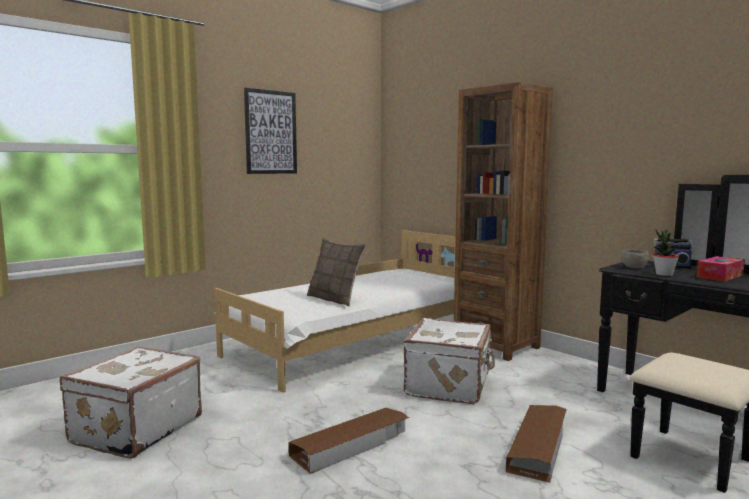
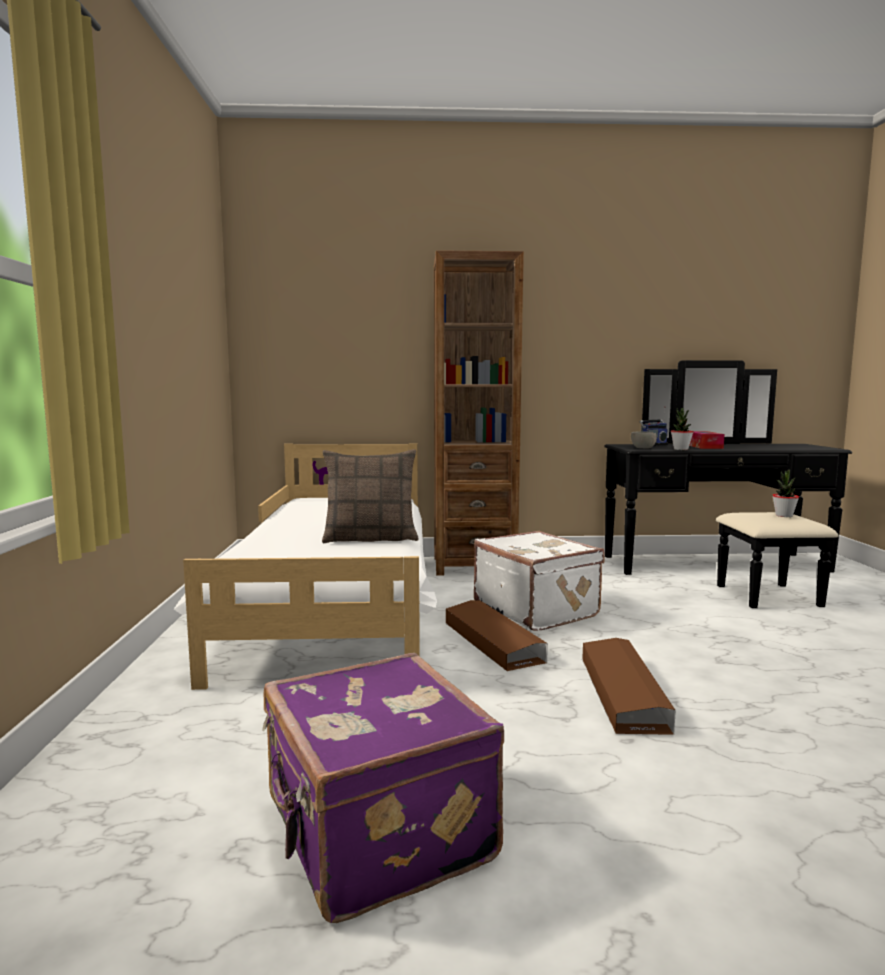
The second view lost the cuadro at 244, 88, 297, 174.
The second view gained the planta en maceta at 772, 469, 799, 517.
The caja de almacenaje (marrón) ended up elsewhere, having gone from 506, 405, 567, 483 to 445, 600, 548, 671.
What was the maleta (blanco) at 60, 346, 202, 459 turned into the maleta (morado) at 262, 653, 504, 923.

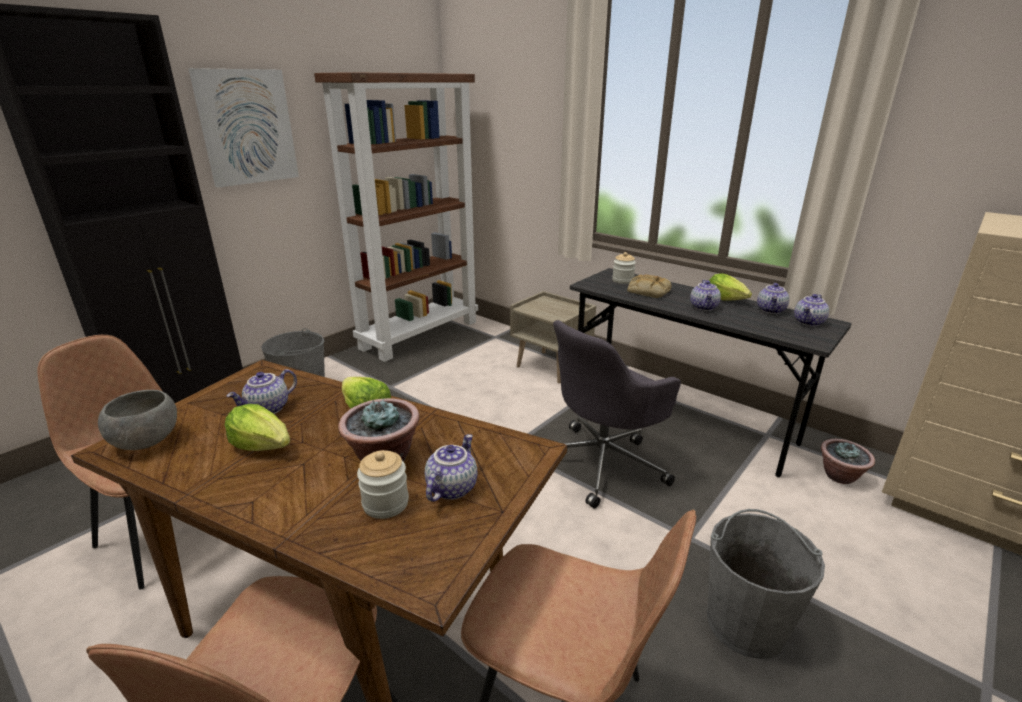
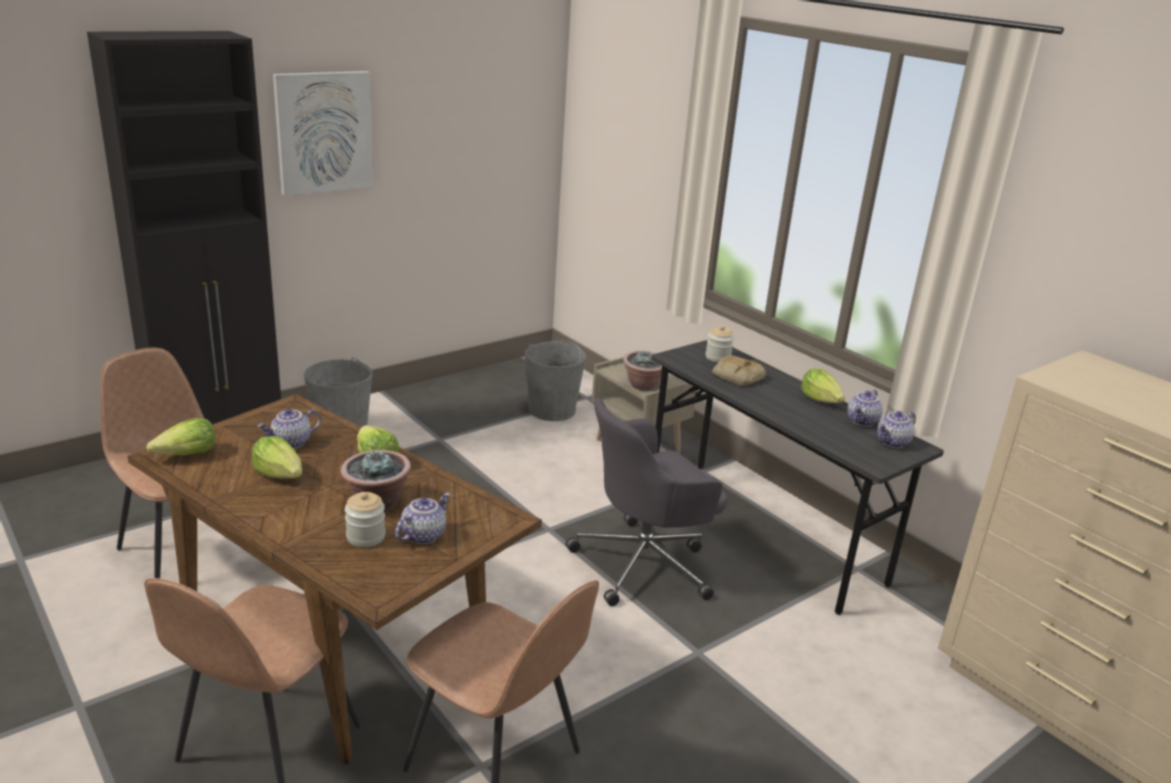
The second view lost the estantería (marrón) at 314, 72, 478, 362.
The second view lost the tetera at 690, 280, 721, 311.
The cubo (gris) ended up elsewhere, having gone from 707, 509, 825, 659 to 525, 341, 586, 421.
The planta en maceta ended up elsewhere, having gone from 821, 439, 875, 484 to 623, 351, 662, 390.
Where the cuenco (gris) stood at 98, 390, 177, 450, the lechuga came to stand at 147, 418, 216, 455.

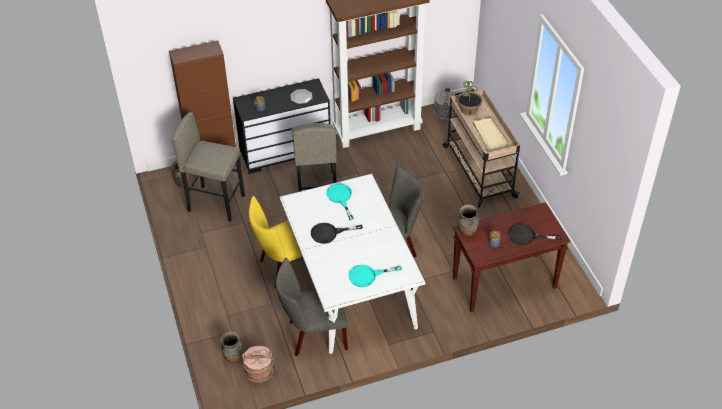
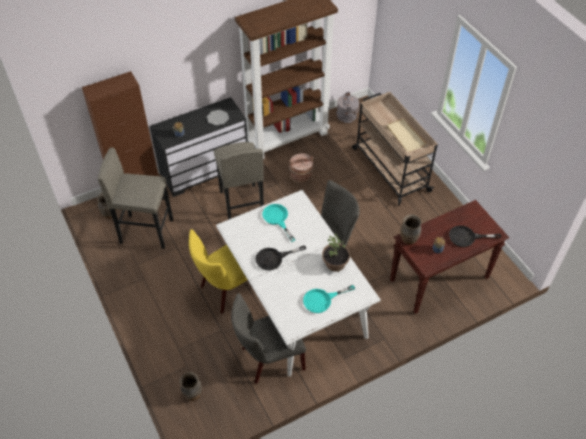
The cubo (marrón) ended up elsewhere, having gone from 242, 346, 274, 383 to 289, 153, 314, 183.
The planta en maceta ended up elsewhere, having gone from 457, 81, 482, 115 to 322, 234, 350, 272.

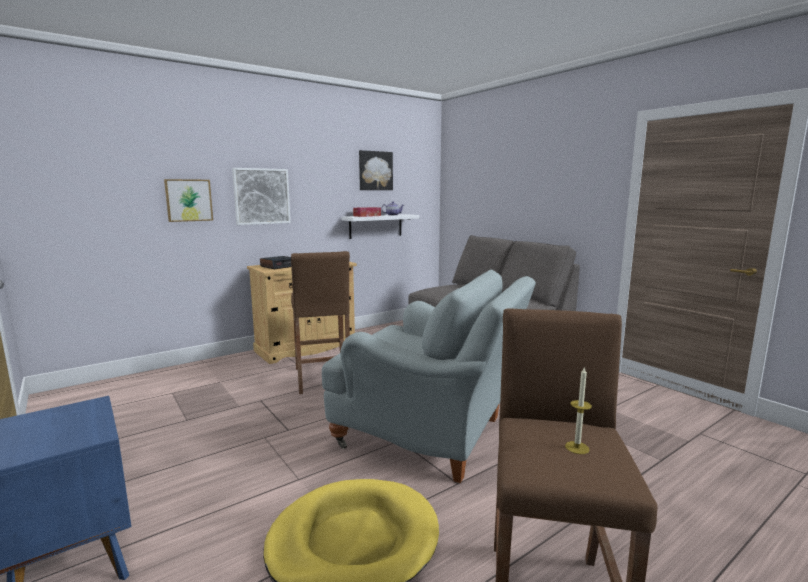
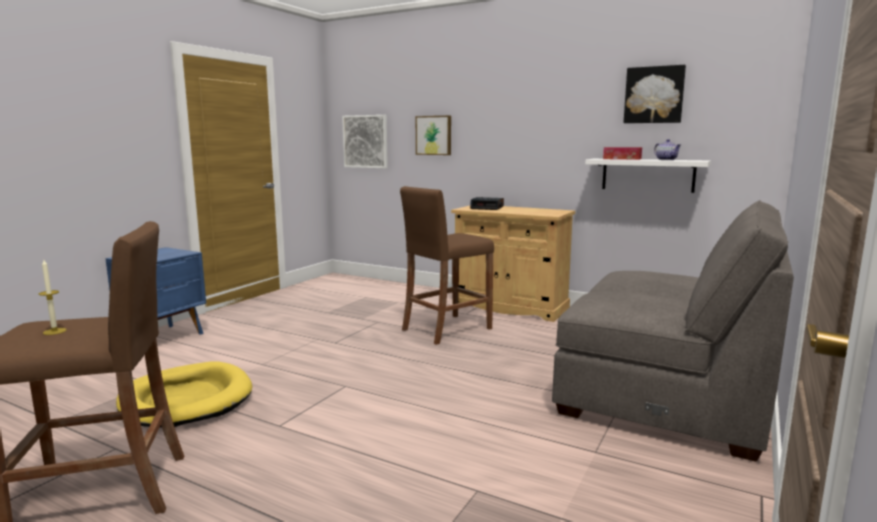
The second view lost the sillón (gris) at 322, 270, 536, 483.
The cuadro ended up elsewhere, having gone from 232, 168, 291, 225 to 342, 115, 388, 169.

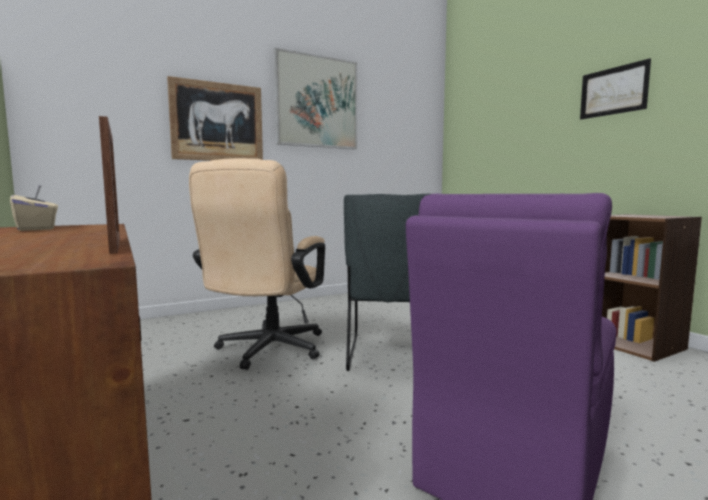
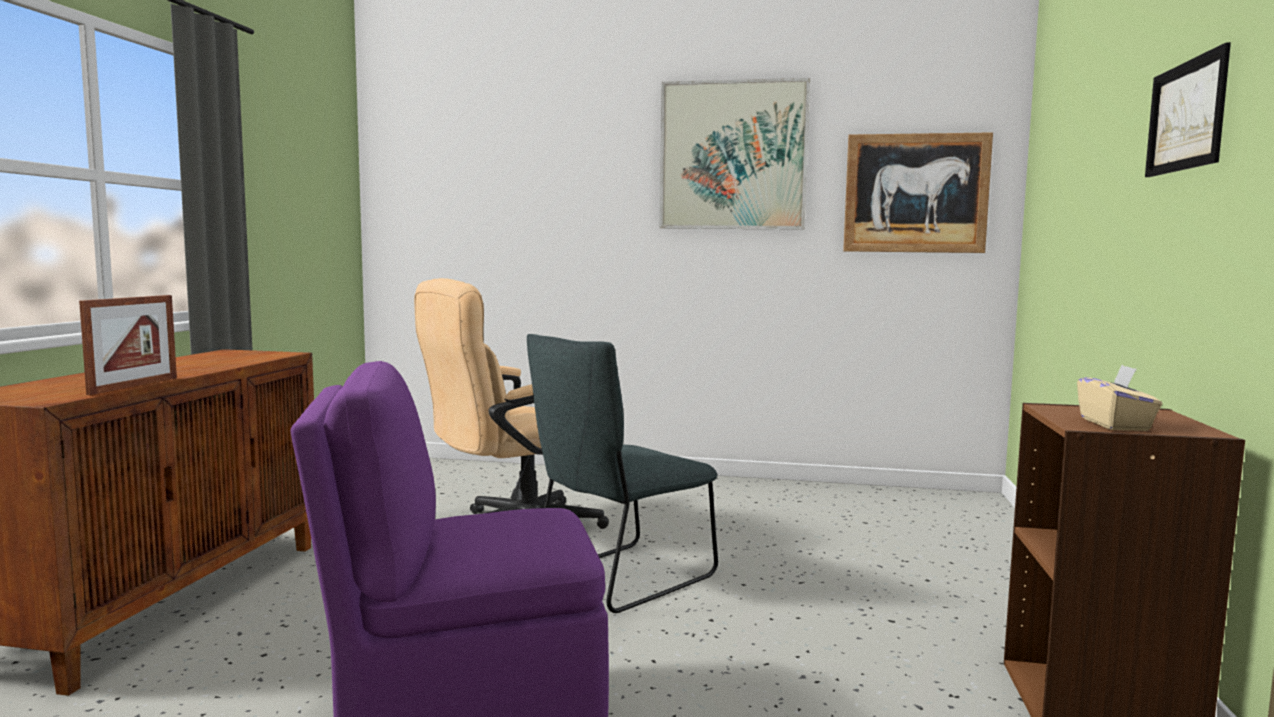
The caja de pañuelos (beis) ended up elsewhere, having gone from 10, 185, 58, 231 to 1077, 365, 1162, 431.
The cuadro ended up elsewhere, having gone from 167, 76, 263, 161 to 843, 132, 993, 253.

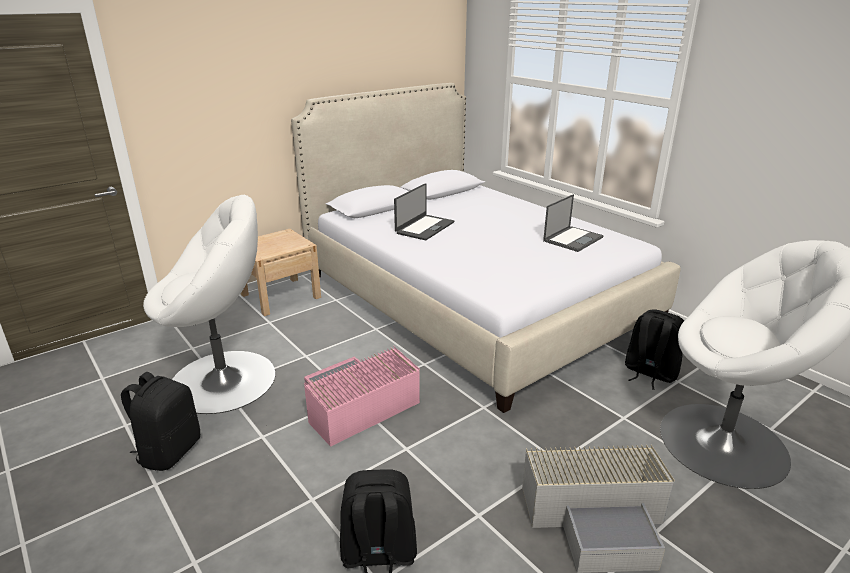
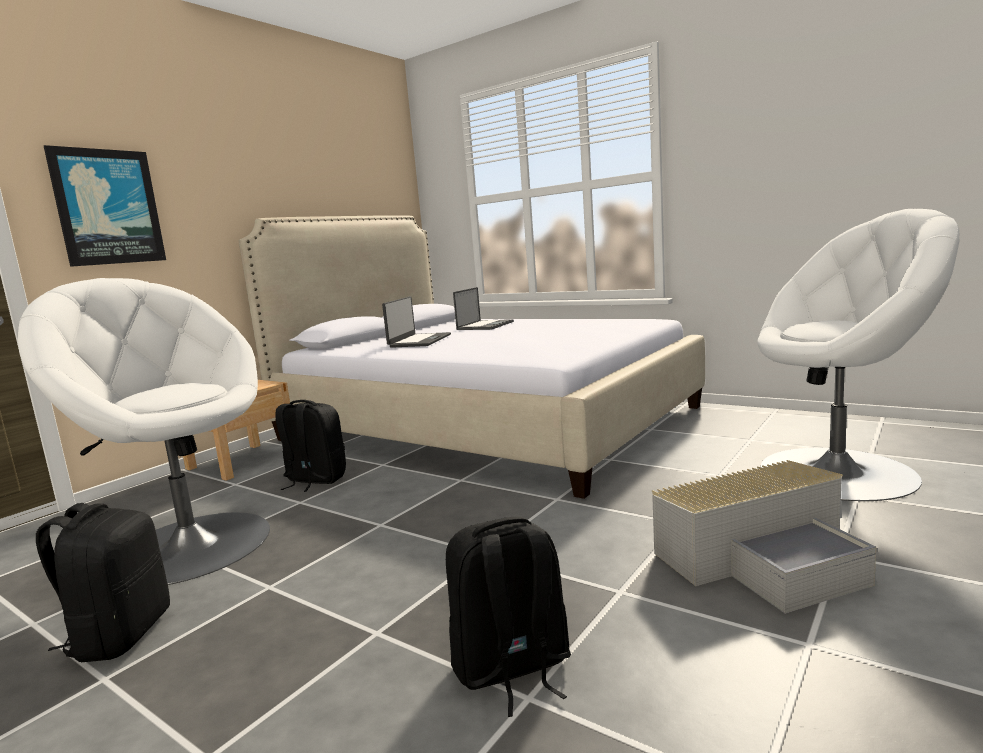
The second view lost the caja de almacenaje (rosa) at 304, 346, 420, 447.
The second view gained the cuadro at 44, 145, 166, 267.
The portátil ended up elsewhere, having gone from 543, 194, 604, 252 to 453, 287, 514, 330.
The mochila (negro) ended up elsewhere, having gone from 625, 309, 684, 390 to 275, 400, 346, 492.
The sillón (blanco) at 143, 195, 276, 414 ended up facing another way, 120 degrees counterclockwise from before.

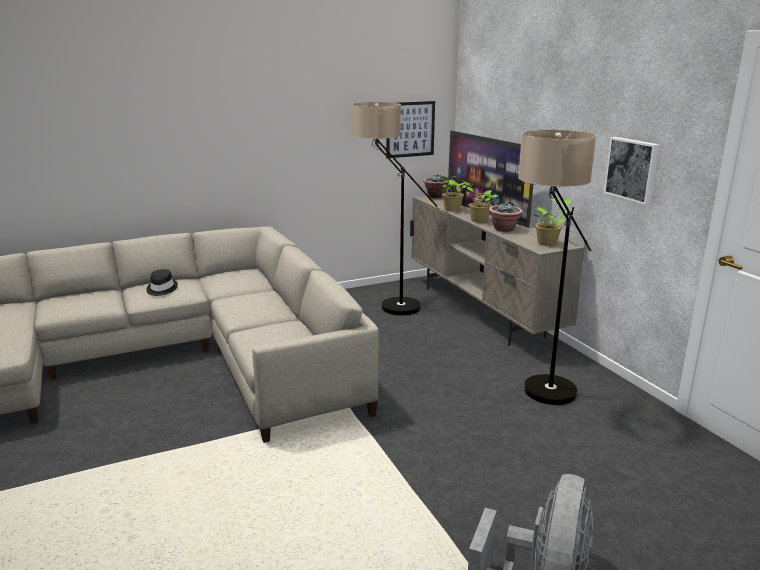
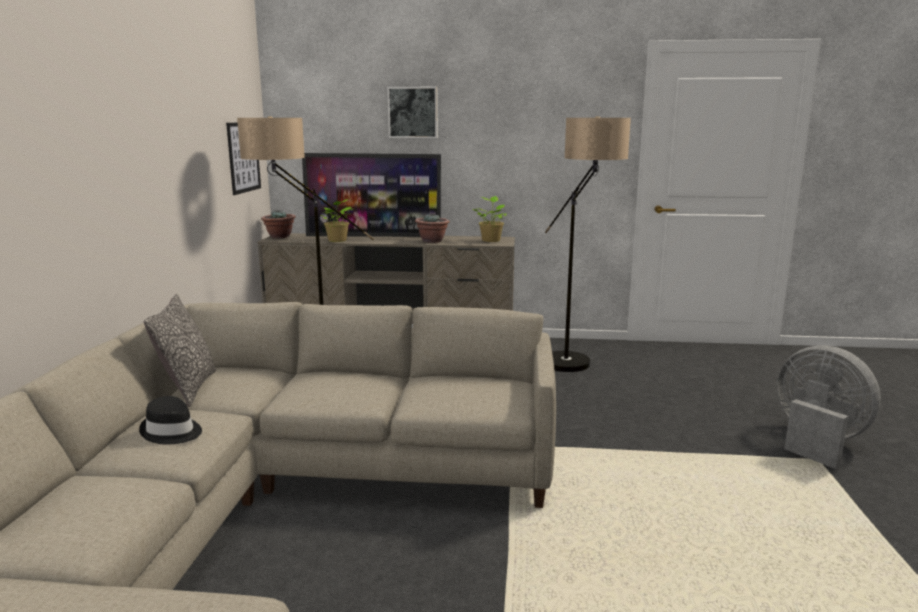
The second view lost the planta en maceta at 463, 181, 498, 223.
The second view gained the cojín at 144, 294, 216, 407.
The cuadro ended up elsewhere, having gone from 604, 137, 660, 205 to 387, 87, 438, 138.

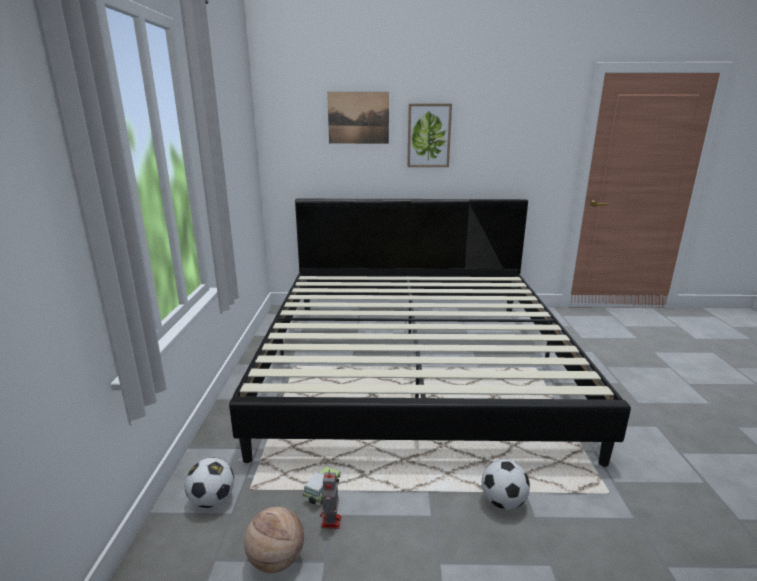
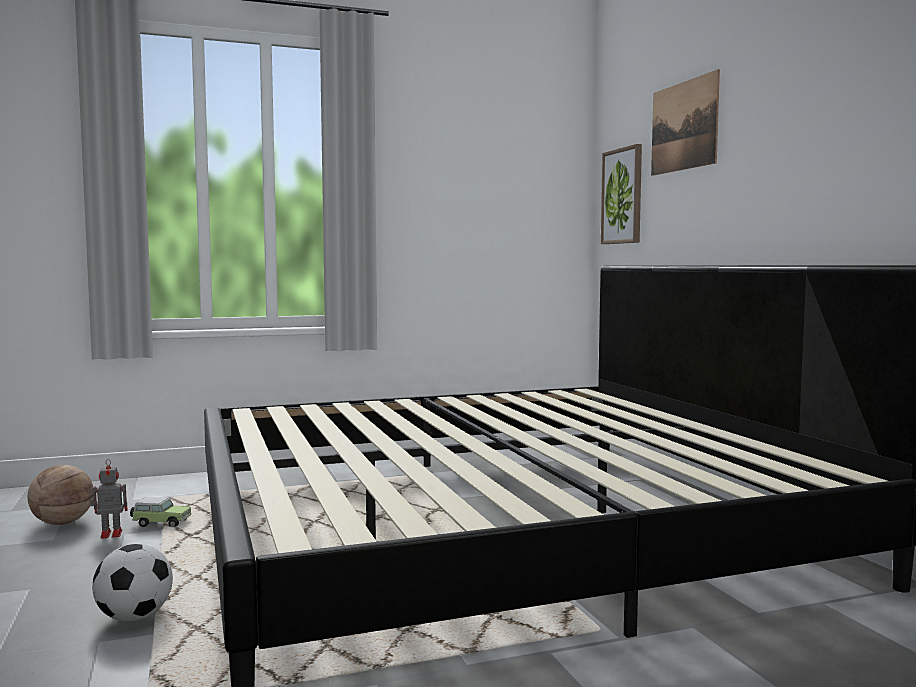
The second view lost the balón de fútbol at 185, 458, 234, 508.
The cuadro ended up elsewhere, having gone from 407, 104, 452, 167 to 601, 144, 642, 244.

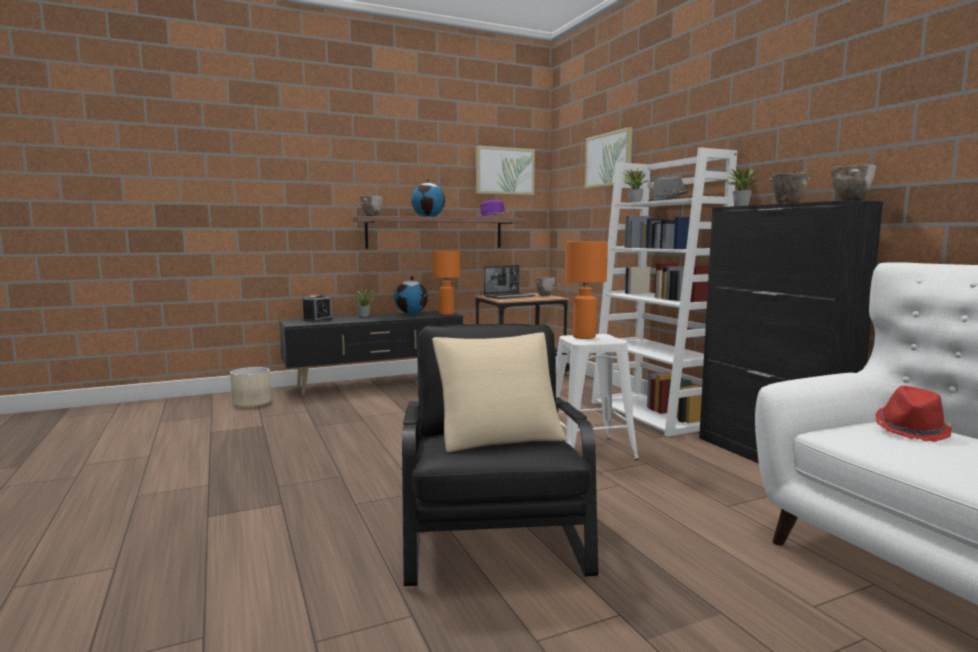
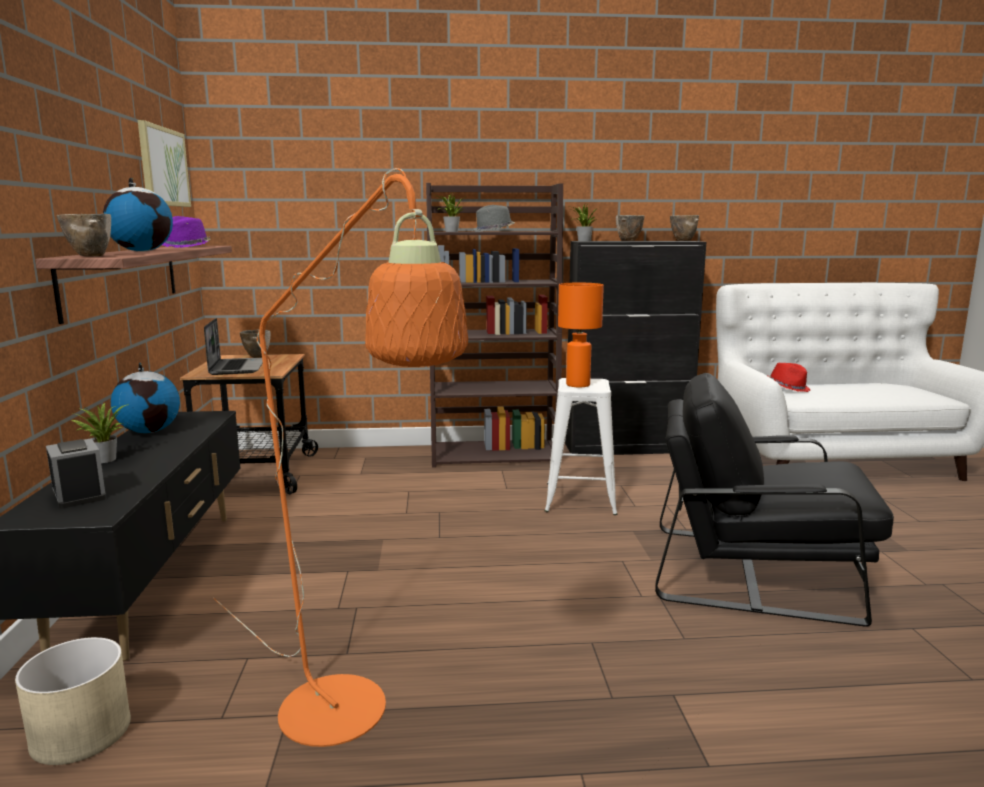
The second view lost the lámpara de mesa (naranja) at 432, 251, 460, 315.
The second view lost the cojín (beis) at 432, 332, 567, 452.
The second view lost the cuadro at 585, 127, 632, 189.
The second view gained the lámpara de pie (naranja) at 213, 168, 468, 747.
What was the estantería (blanco) at 592, 148, 737, 437 turned into the estantería (marrón) at 426, 183, 563, 468.

